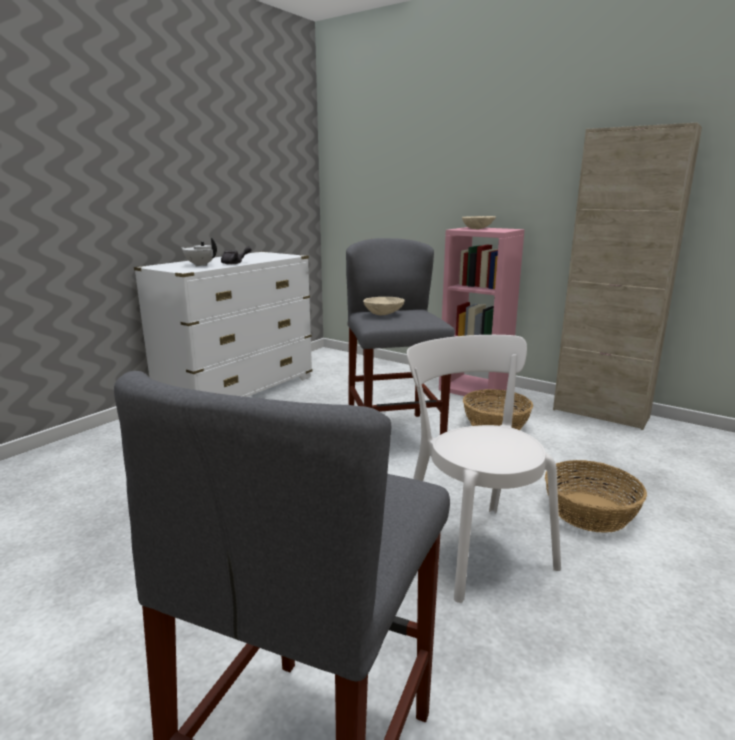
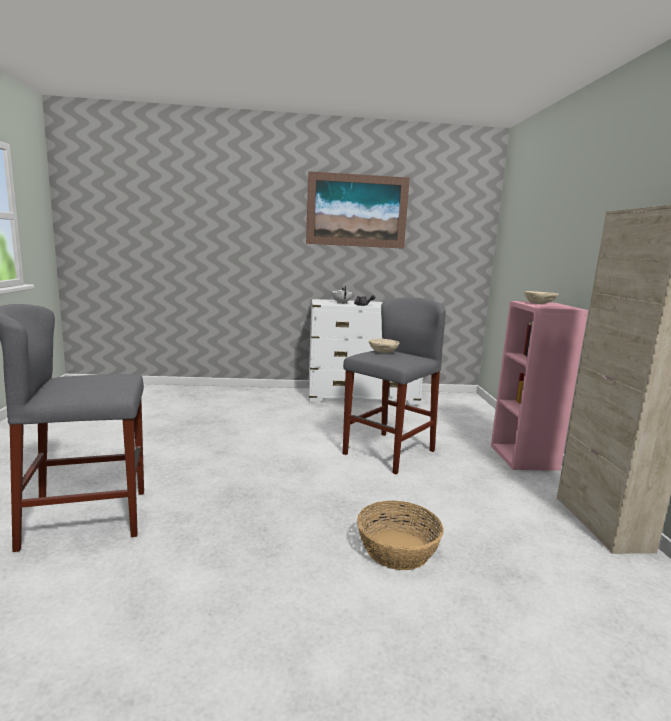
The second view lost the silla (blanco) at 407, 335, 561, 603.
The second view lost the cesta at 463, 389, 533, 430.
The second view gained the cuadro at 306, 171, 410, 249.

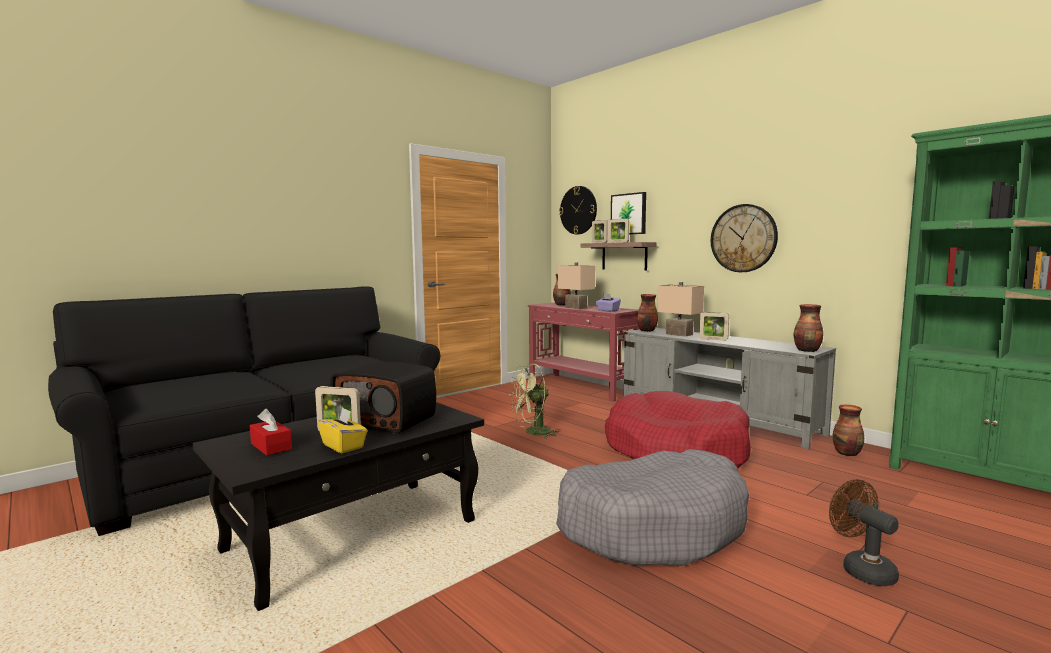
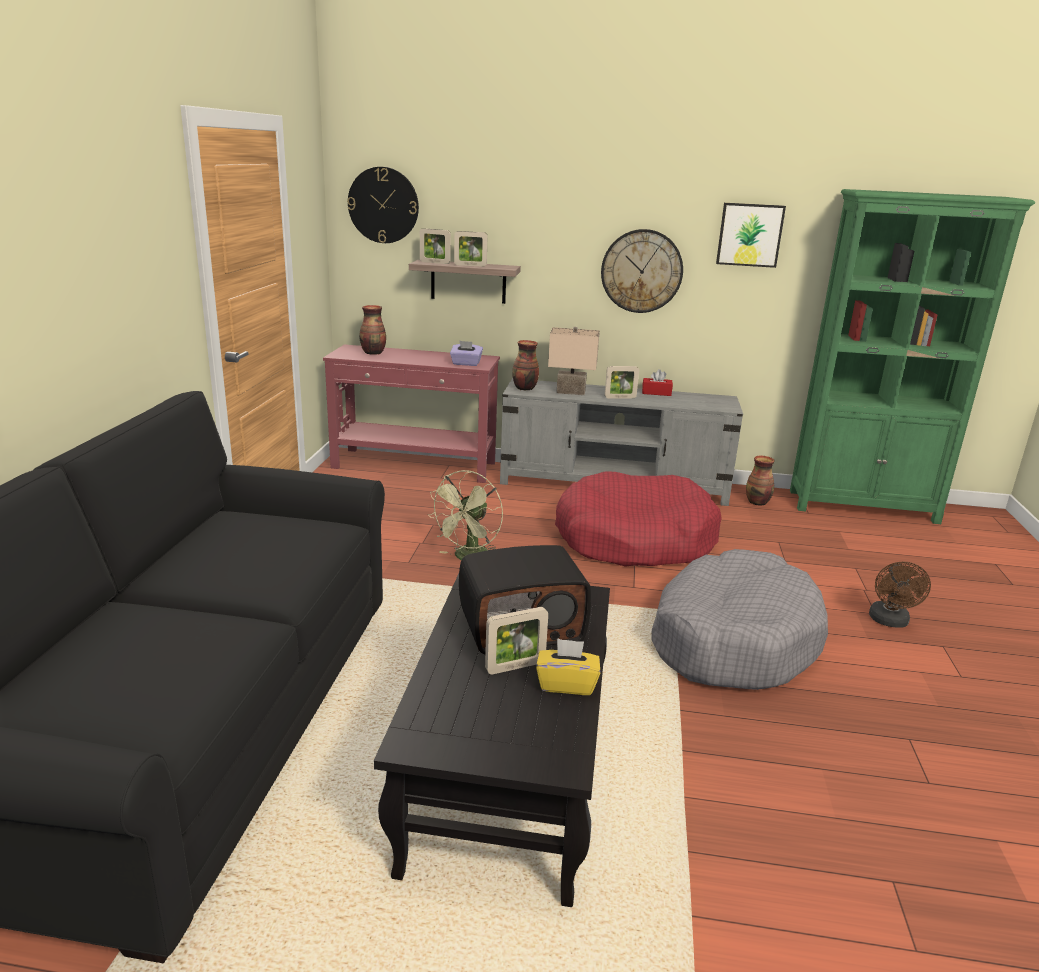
The second view lost the lámpara de mesa (beis) at 558, 262, 595, 309.
The second view lost the florero at 794, 304, 823, 352.
The caja de pañuelos (rojo) ended up elsewhere, having gone from 250, 409, 292, 455 to 642, 369, 673, 396.
The cuadro ended up elsewhere, having gone from 611, 192, 646, 234 to 716, 203, 786, 268.
The ventilador (marrón) at 829, 479, 899, 586 ended up facing another way, 105 degrees counterclockwise from before.

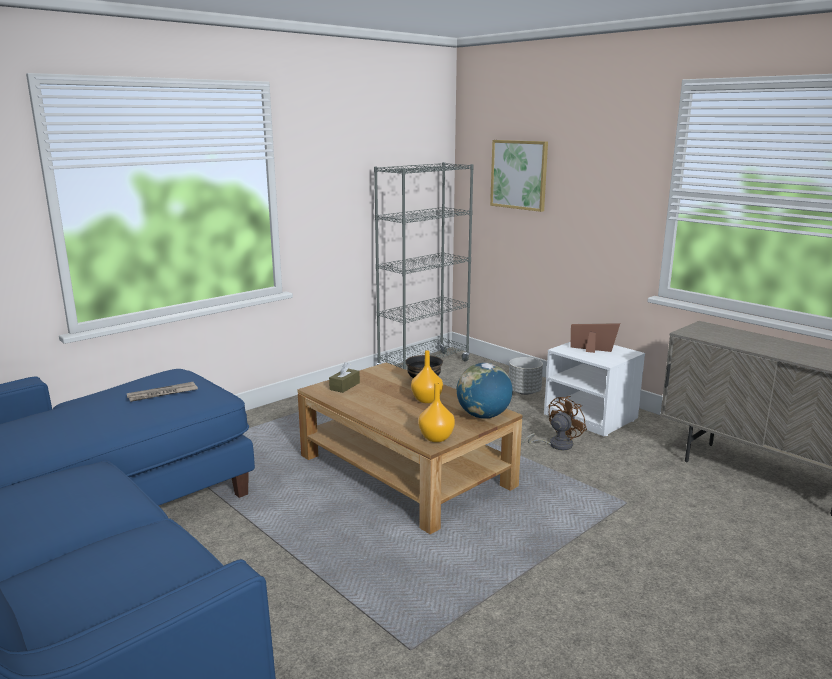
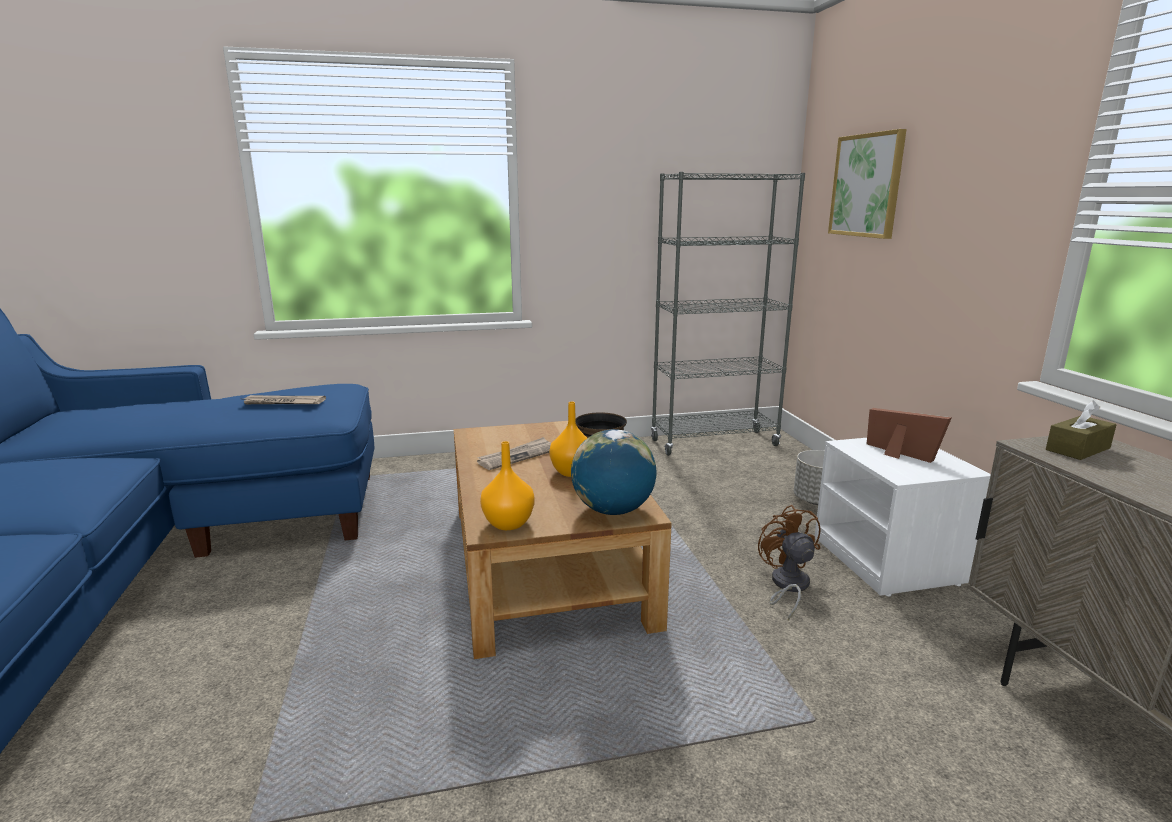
The second view gained the periódico at 477, 437, 551, 470.
The caja de pañuelos (marrón) ended up elsewhere, having gone from 329, 362, 360, 393 to 1046, 401, 1116, 460.
The ventilador (marrón) at 521, 396, 587, 450 ended up facing another way, 90 degrees counterclockwise from before.

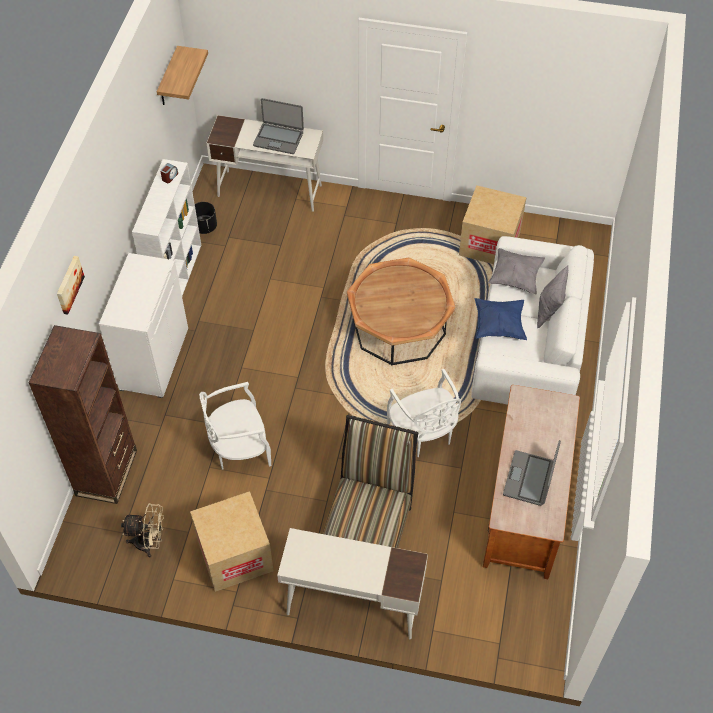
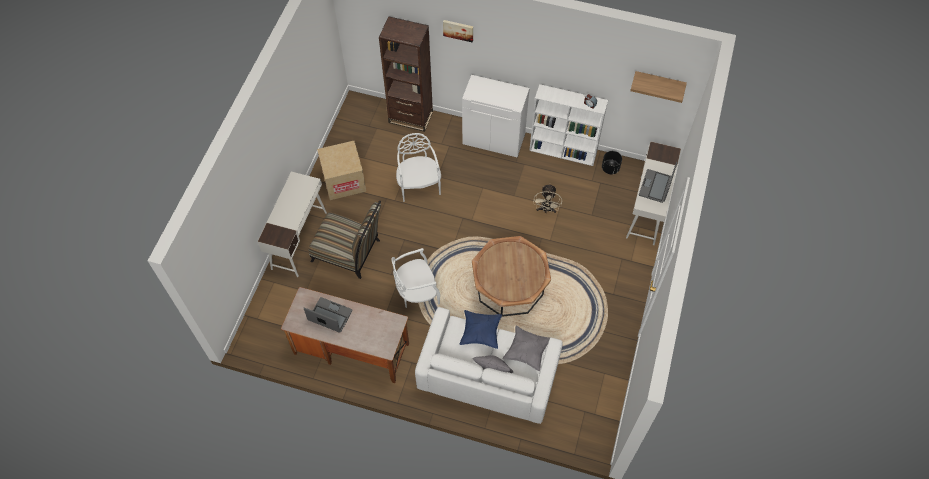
The second view lost the caja de cartón at 459, 185, 527, 264.
The ventilador (beis) ended up elsewhere, having gone from 121, 503, 164, 558 to 533, 184, 562, 213.

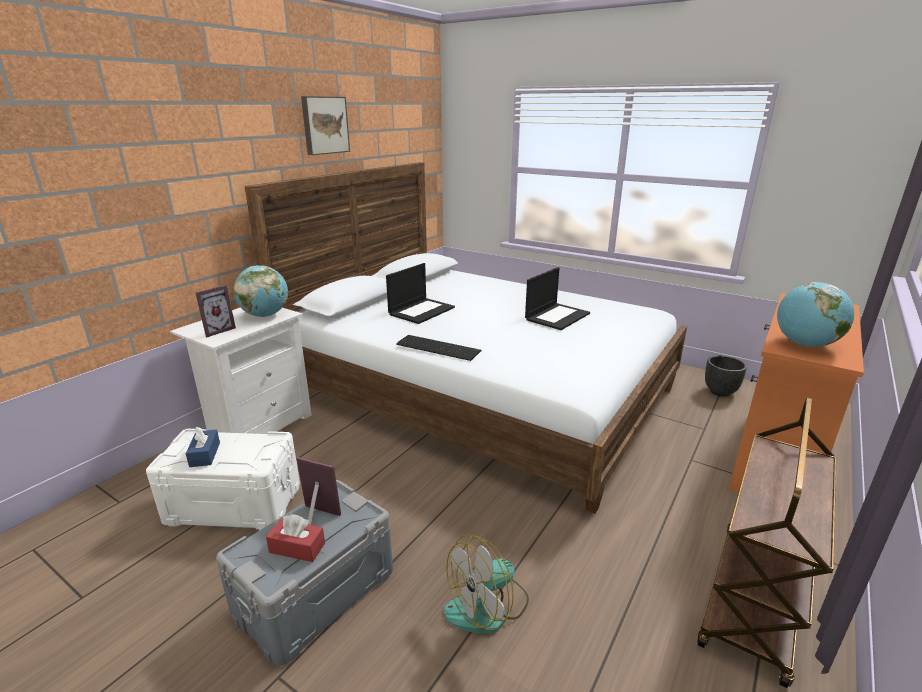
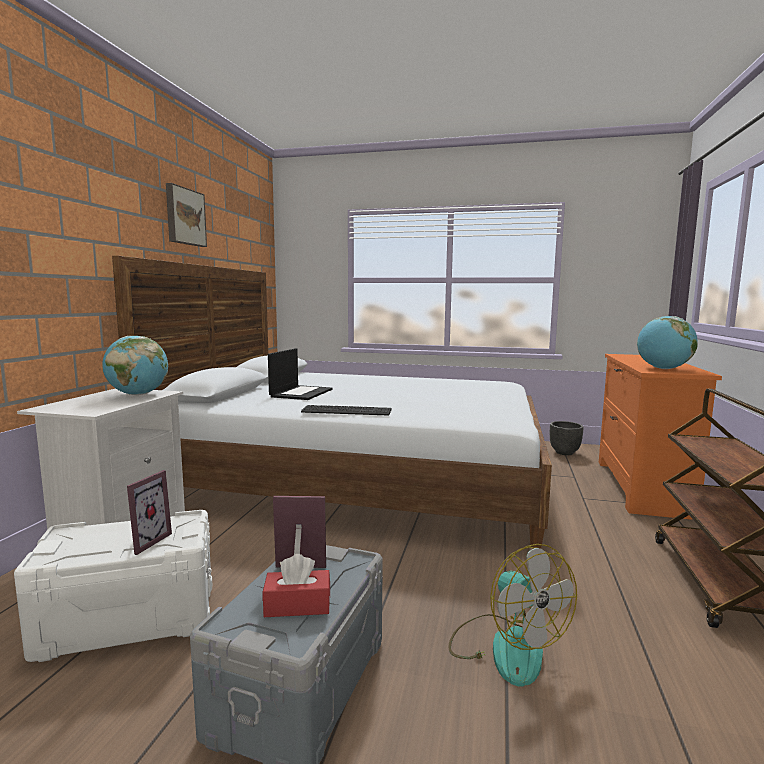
The second view lost the caja de pañuelos (azul) at 186, 427, 220, 467.
The second view lost the portátil at 525, 267, 590, 330.
The portarretratos ended up elsewhere, having gone from 196, 285, 236, 337 to 127, 470, 172, 555.
The ventilador at 444, 534, 529, 634 ended up facing another way, 60 degrees counterclockwise from before.

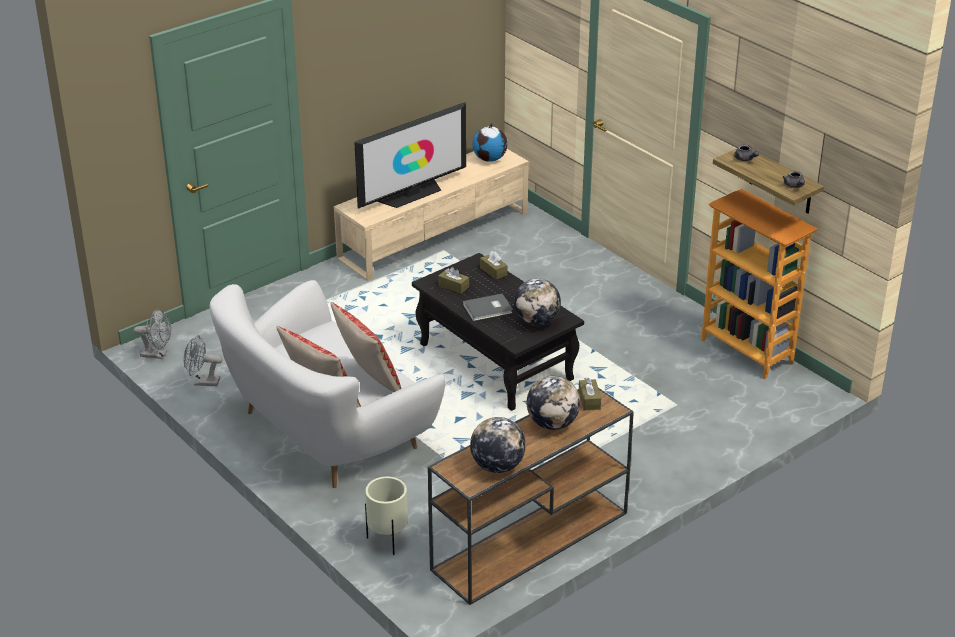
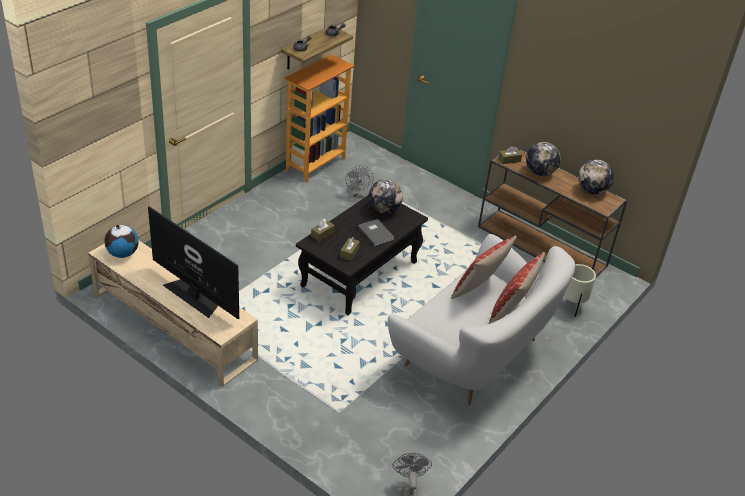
The ventilador (gris) ended up elsewhere, having gone from 184, 335, 222, 386 to 345, 166, 374, 197.

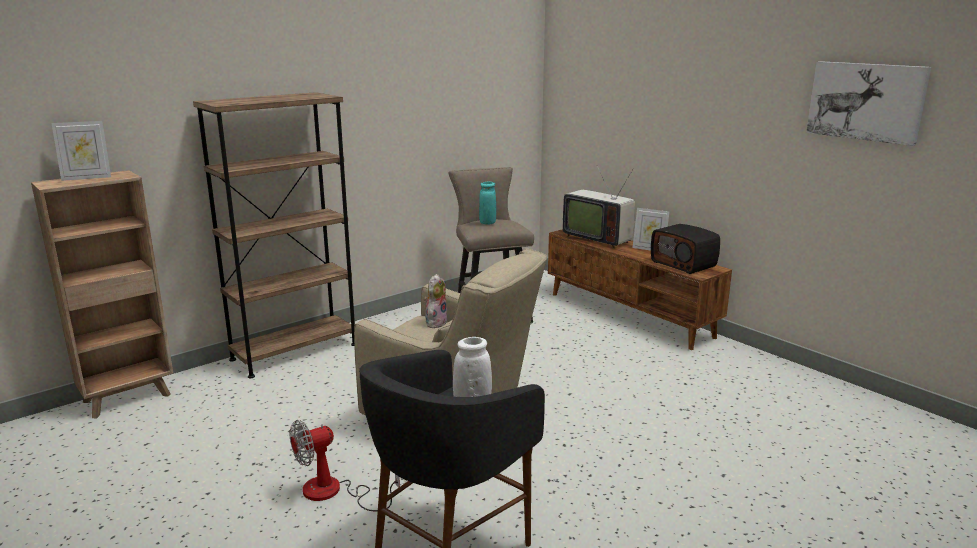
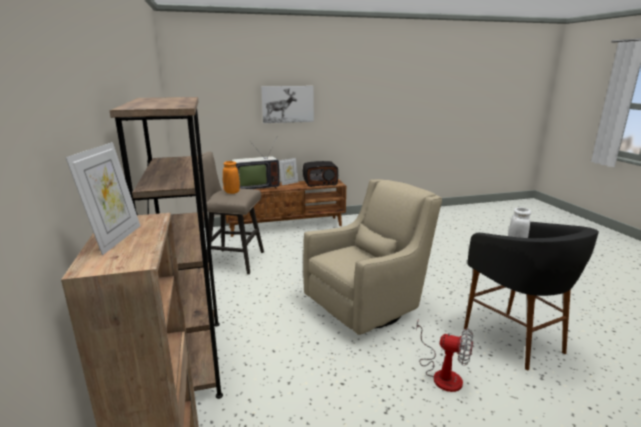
The second view lost the peluche at 424, 274, 447, 328.
The cuadro ended up elsewhere, having gone from 806, 61, 931, 146 to 261, 86, 314, 123.
What was the florero (turquesa) at 479, 182, 496, 224 turned into the florero (naranja) at 223, 161, 240, 194.
The ventilador at 289, 420, 400, 511 ended up facing another way, 60 degrees counterclockwise from before.

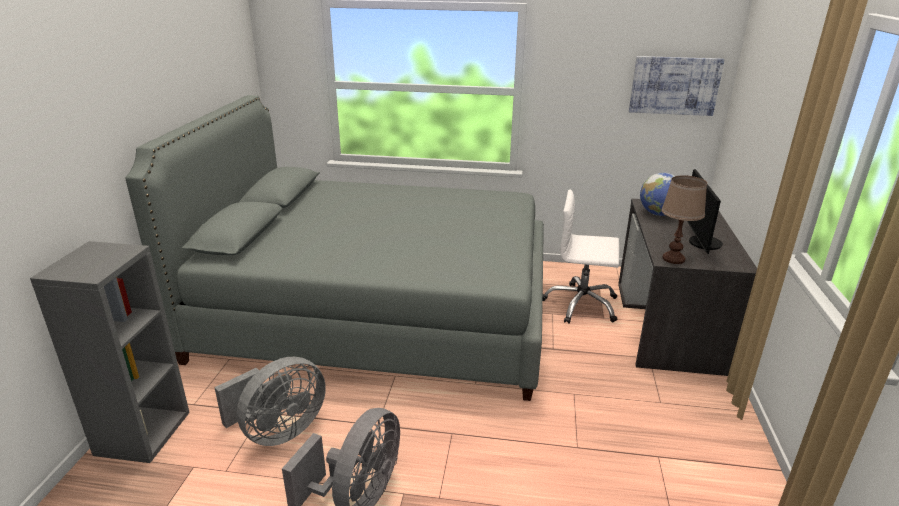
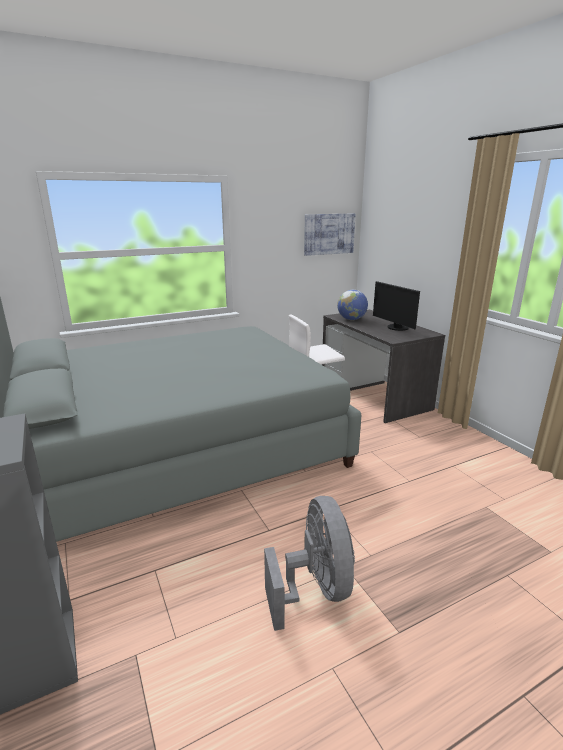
The second view lost the ventilador (gris) at 214, 357, 326, 446.
The second view lost the lámpara de mesa (marrón) at 661, 175, 707, 264.

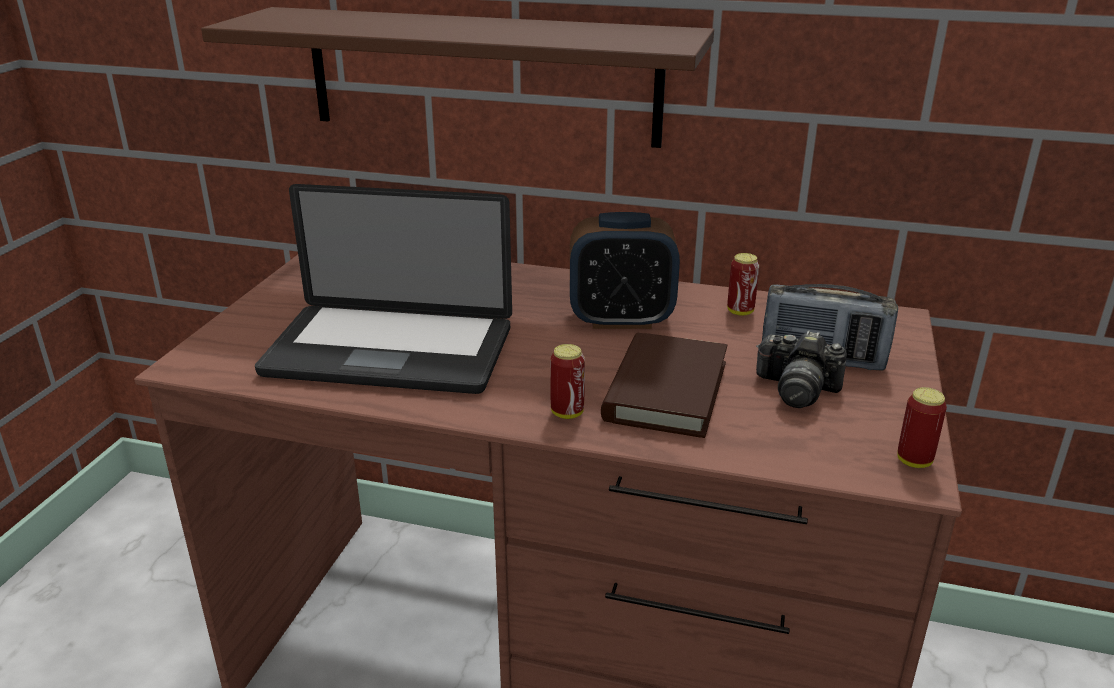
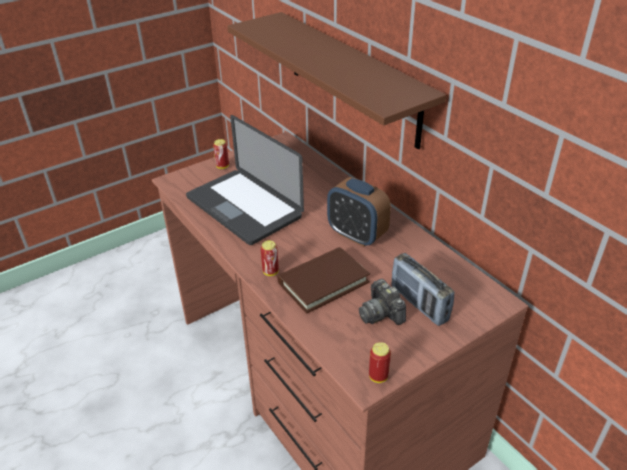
The lata ended up elsewhere, having gone from 727, 253, 760, 315 to 213, 139, 229, 169.

